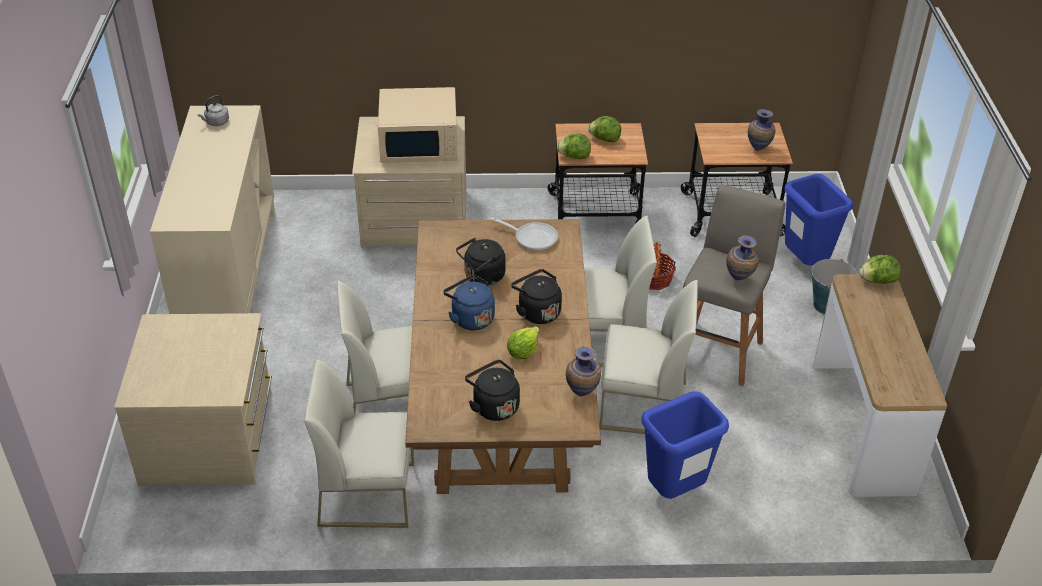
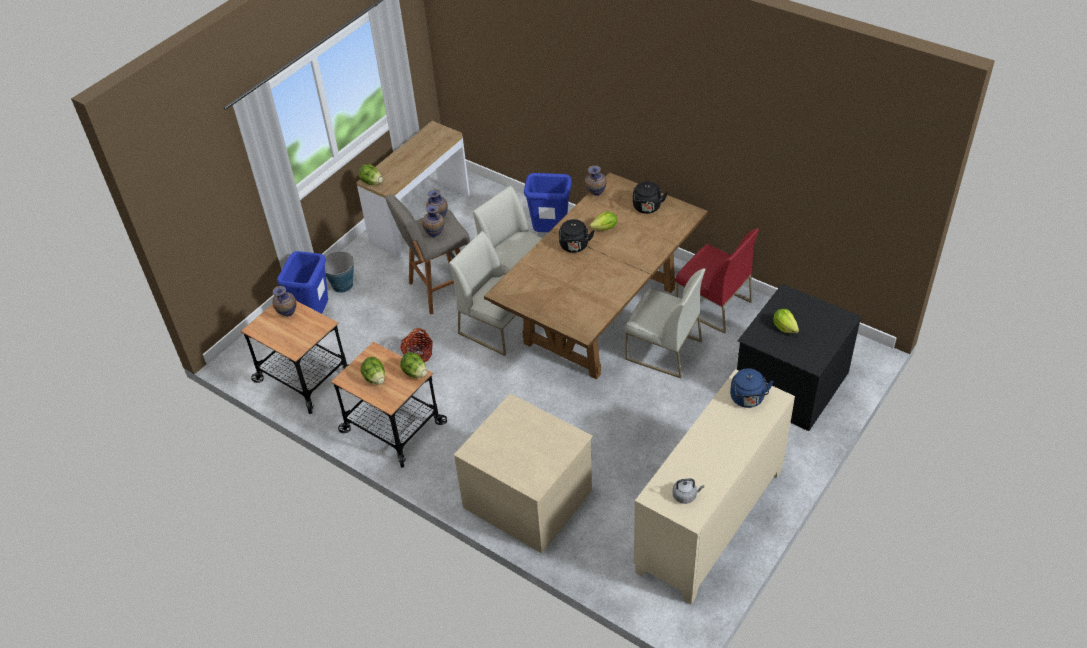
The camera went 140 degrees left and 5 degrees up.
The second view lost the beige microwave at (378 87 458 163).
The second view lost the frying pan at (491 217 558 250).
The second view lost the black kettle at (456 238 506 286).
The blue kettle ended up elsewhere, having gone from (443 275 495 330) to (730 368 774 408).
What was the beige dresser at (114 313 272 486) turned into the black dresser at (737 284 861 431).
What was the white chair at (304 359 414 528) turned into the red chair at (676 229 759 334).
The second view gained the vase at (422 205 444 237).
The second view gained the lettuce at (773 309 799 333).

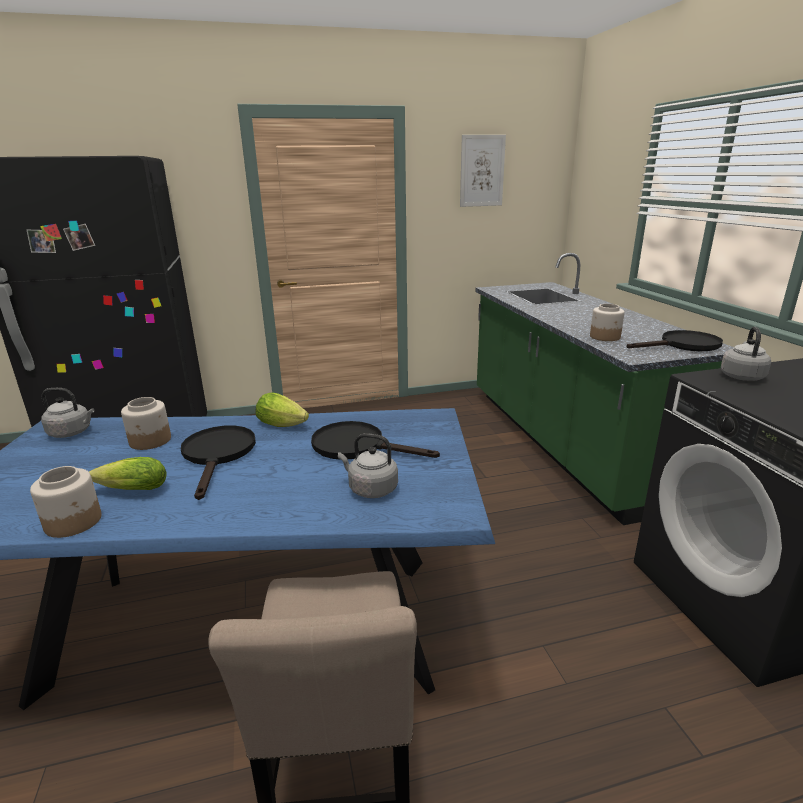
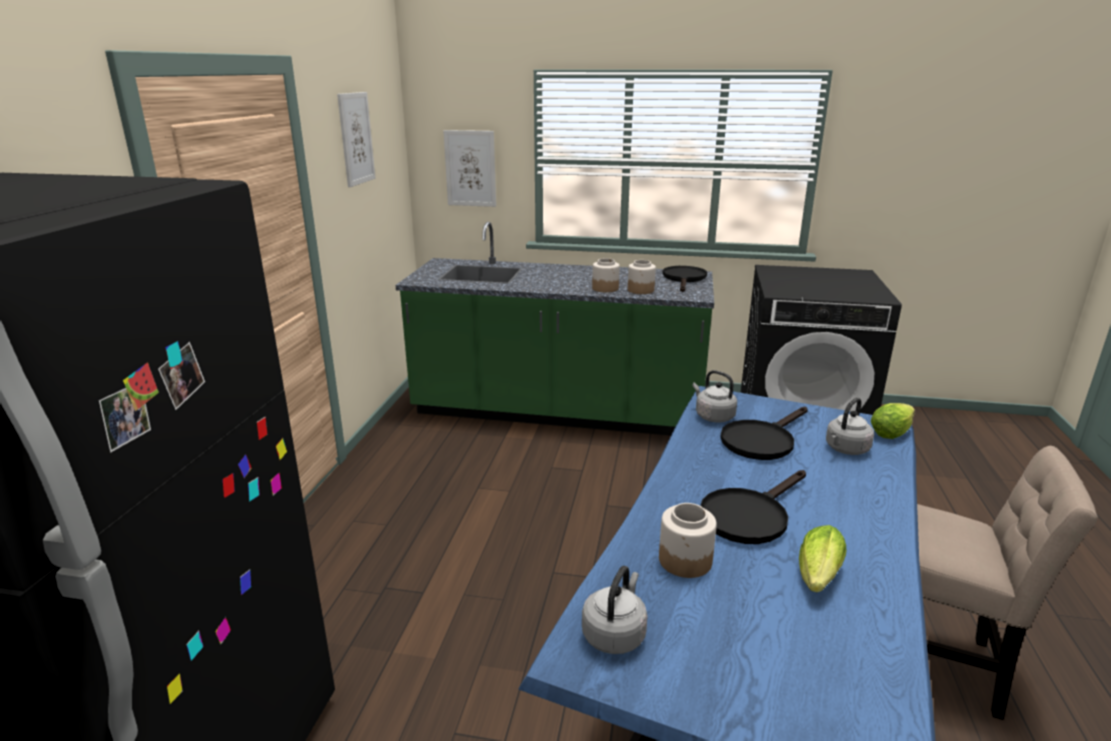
The camera went 65 degrees left and 0 degrees up.
The grey kettle ended up elsewhere, having gone from (721 327 771 381) to (692 370 737 422).
The lettuce ended up elsewhere, having gone from (256 392 309 427) to (871 403 915 439).
The black frying pan at (181 426 256 500) ended up facing another way, 60 degrees counterclockwise from before.
The jar ended up elsewhere, having gone from (30 466 102 538) to (592 258 620 292).
The second view gained the picture at (443 130 496 207).

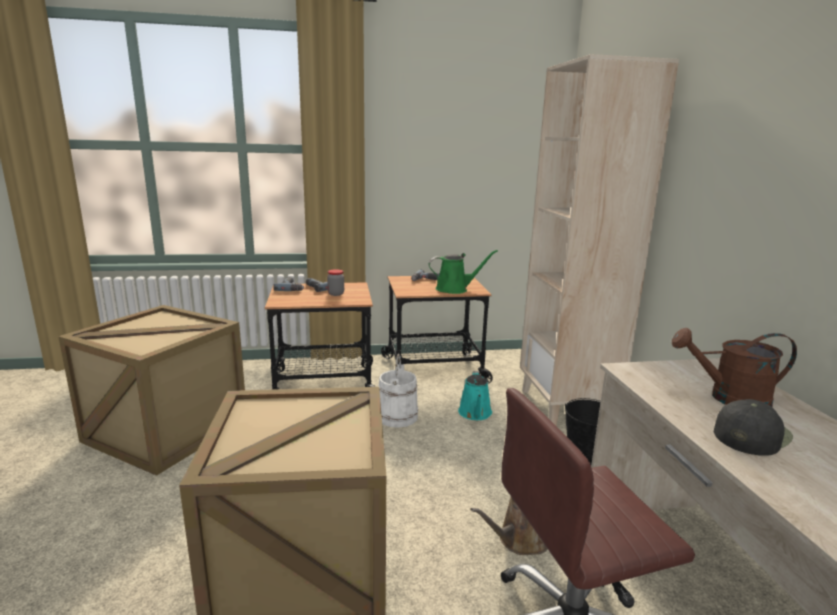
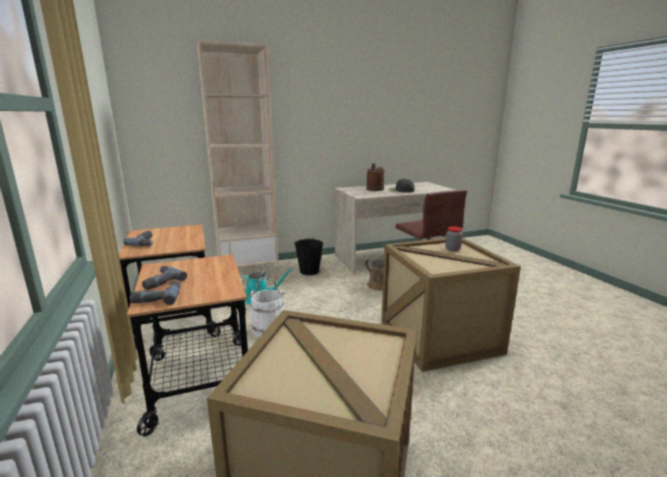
The camera went 100 degrees left and 0 degrees up.
The second view lost the green watering can at (429 250 498 294).
The jar ended up elsewhere, having gone from (327 269 344 296) to (445 227 463 251).

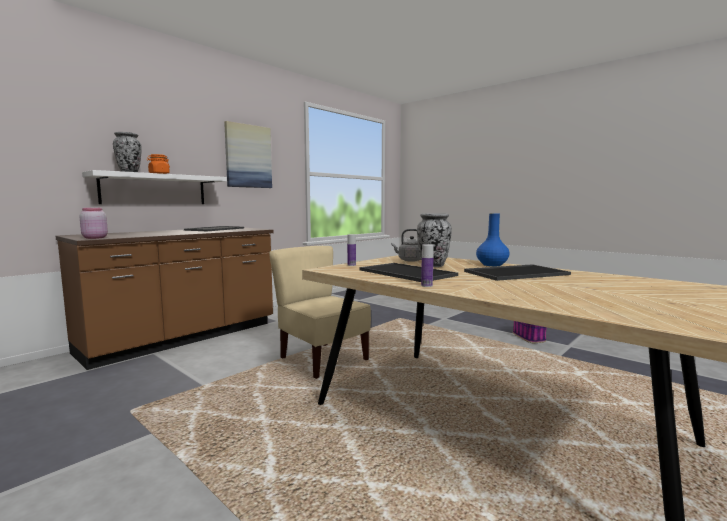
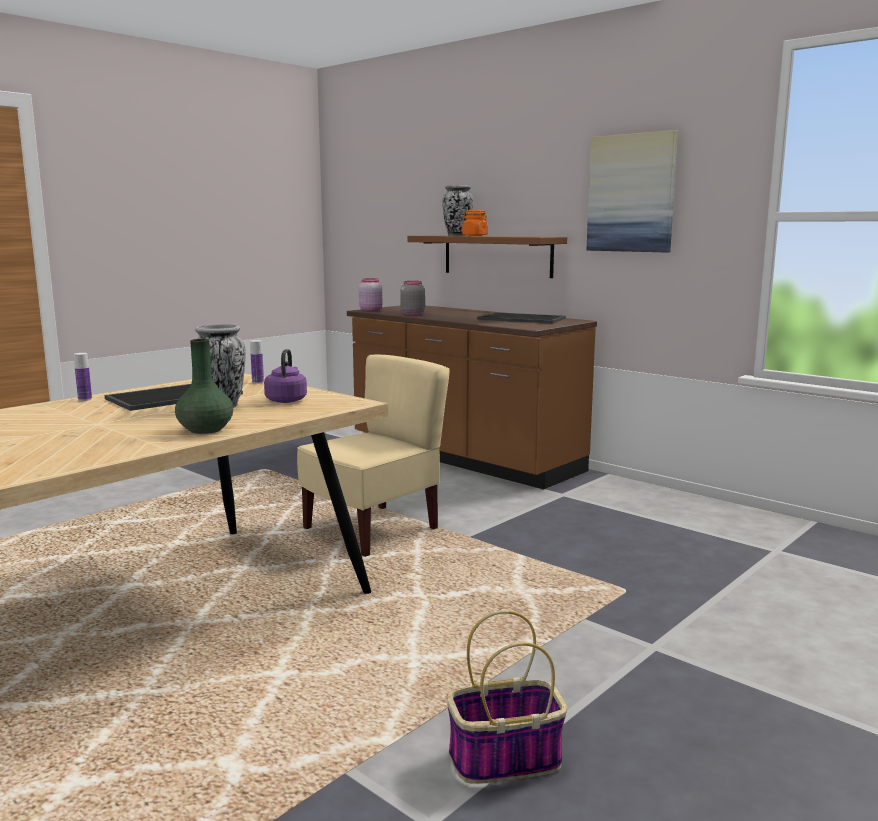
The camera went 90 degrees right and 5 degrees up.
What was the white shelf at (82 170 227 204) turned into the brown shelf at (407 235 567 278).
What was the blue vase at (476 213 510 266) turned into the green vase at (175 339 233 434).
What was the grey kettle at (391 229 421 262) turned into the purple kettle at (264 349 307 403).
The second view lost the tray at (464 264 571 281).
The second view gained the grey jar at (400 281 425 315).

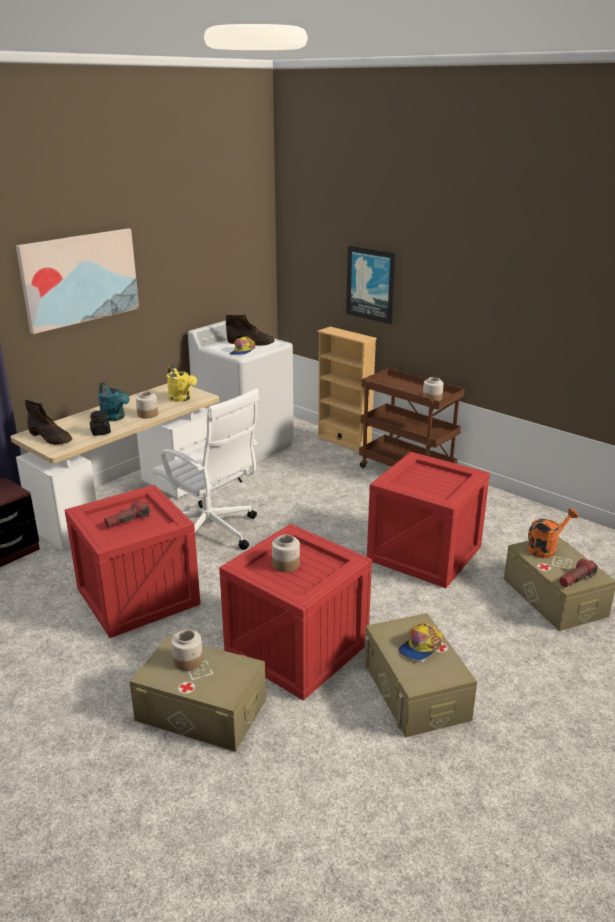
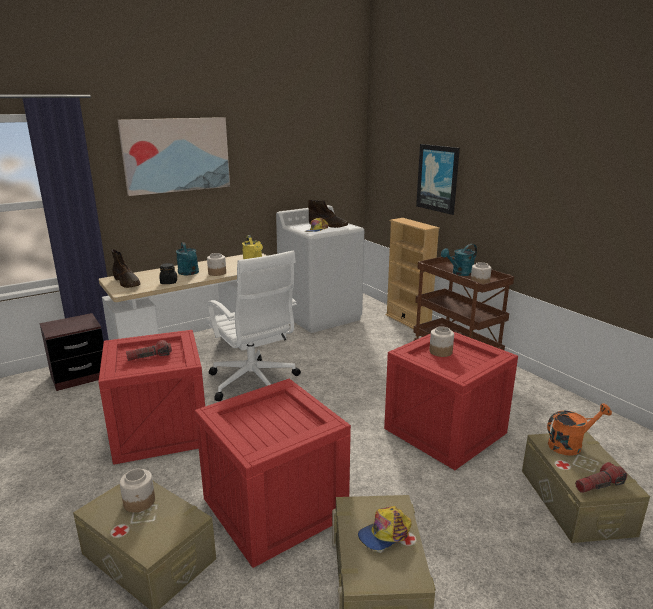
The camera went 15 degrees right and 5 degrees down.
The jar ended up elsewhere, having gone from (272 535 300 572) to (429 326 454 357).
The second view gained the turquoise watering can at (441 244 477 276).

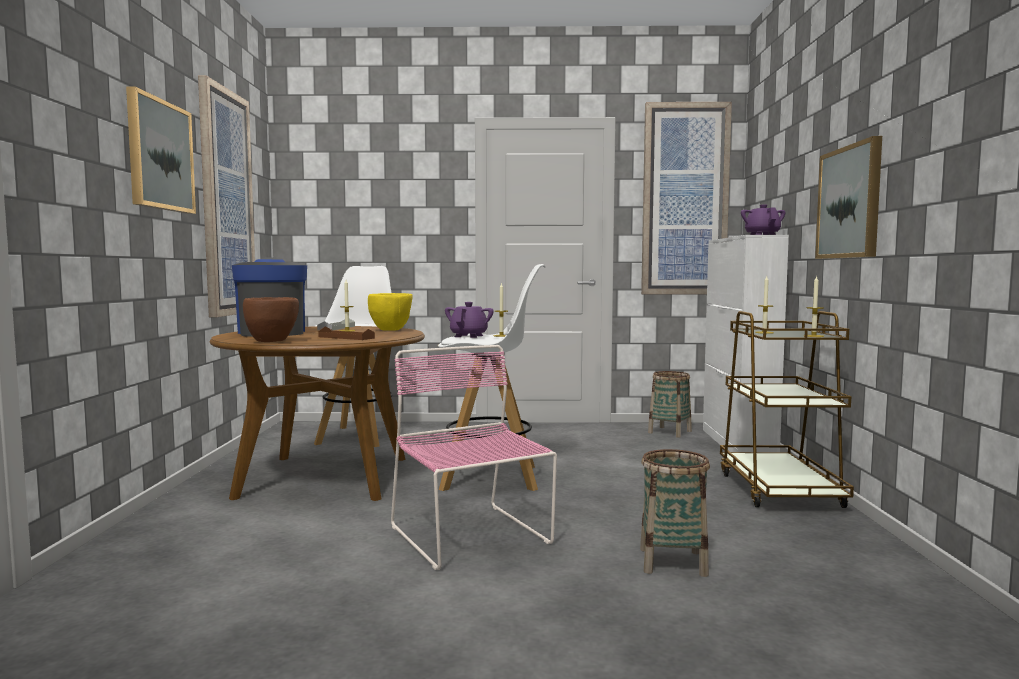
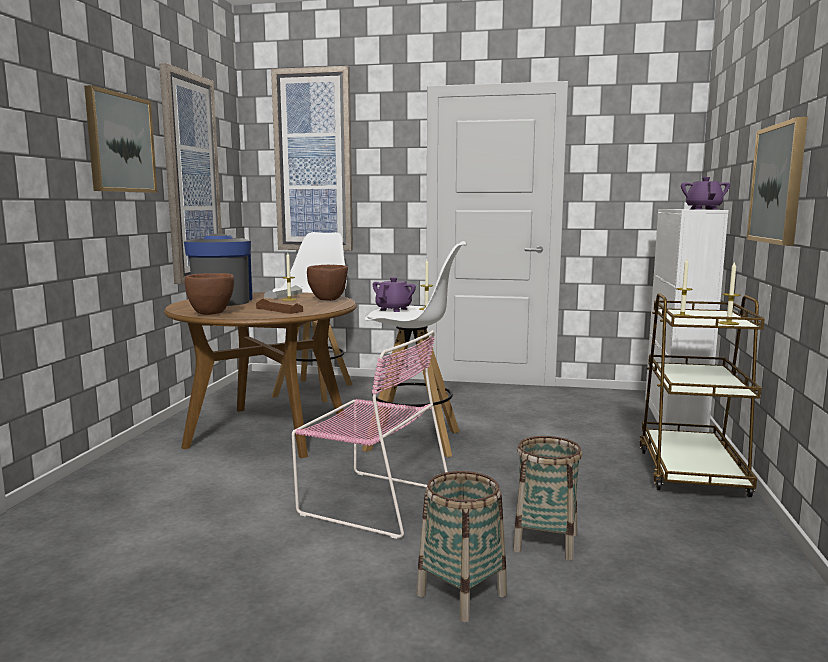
The camera went 10 degrees right and 5 degrees up.
The picture ended up elsewhere, having gone from (641 102 732 294) to (271 66 353 251).
What was the yellow bowl at (368 293 412 331) turned into the brown bowl at (307 265 348 301).
The pink chair at (391 345 557 570) ended up facing another way, 135 degrees clockwise from before.
The basket ended up elsewhere, having gone from (648 371 692 438) to (416 471 507 622).

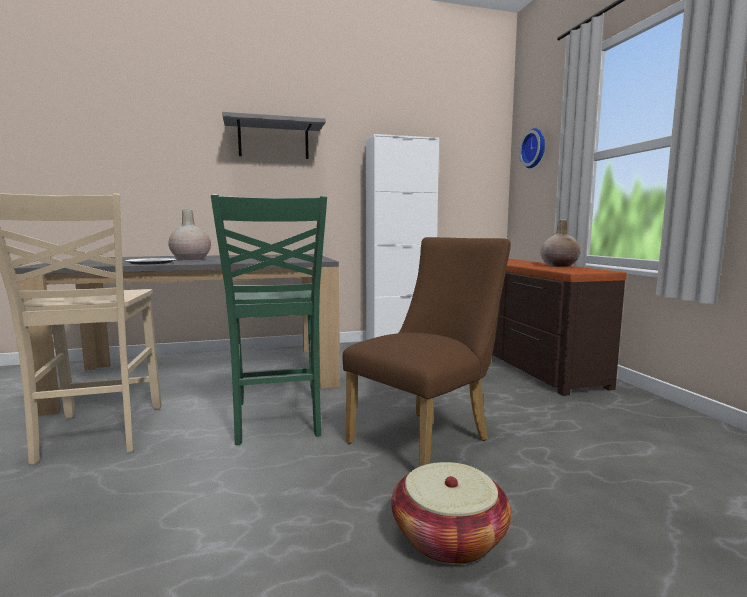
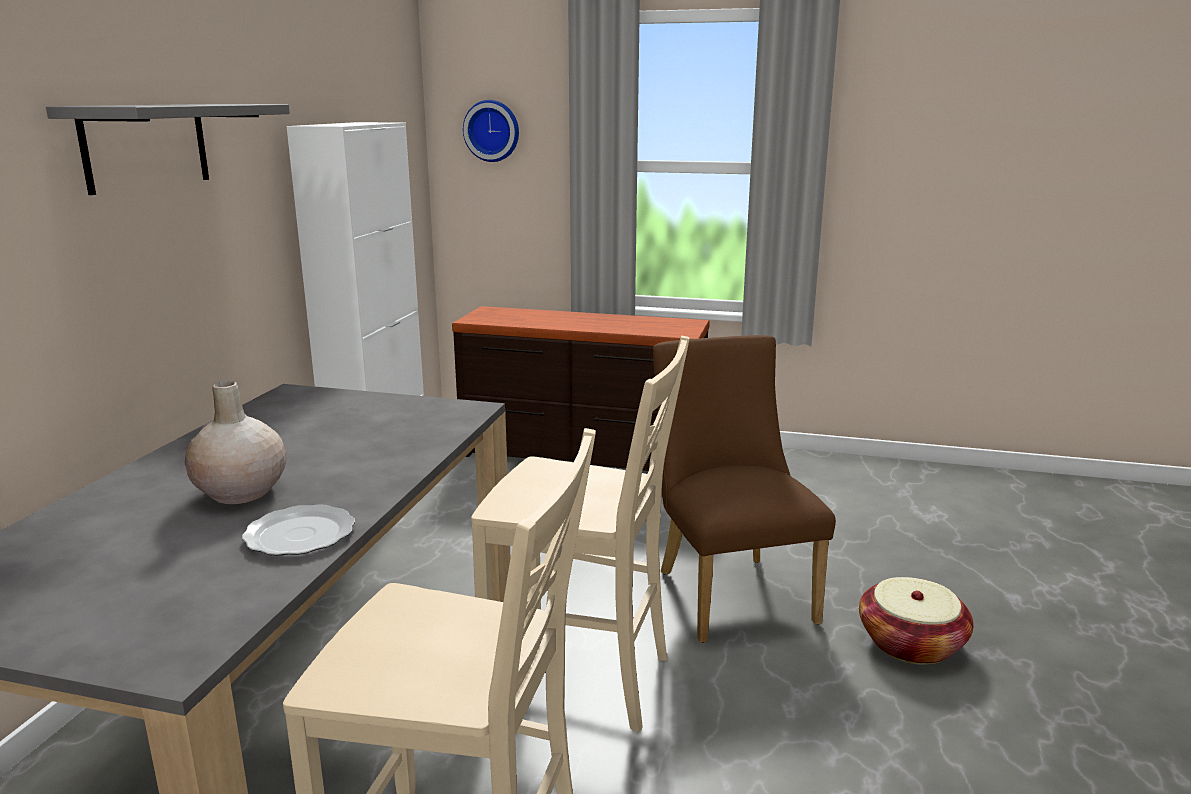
The camera went 60 degrees left and 10 degrees up.
What was the green chair at (211 194 327 445) turned into the beige chair at (471 336 689 732).
The second view lost the beige vase at (540 220 581 267).

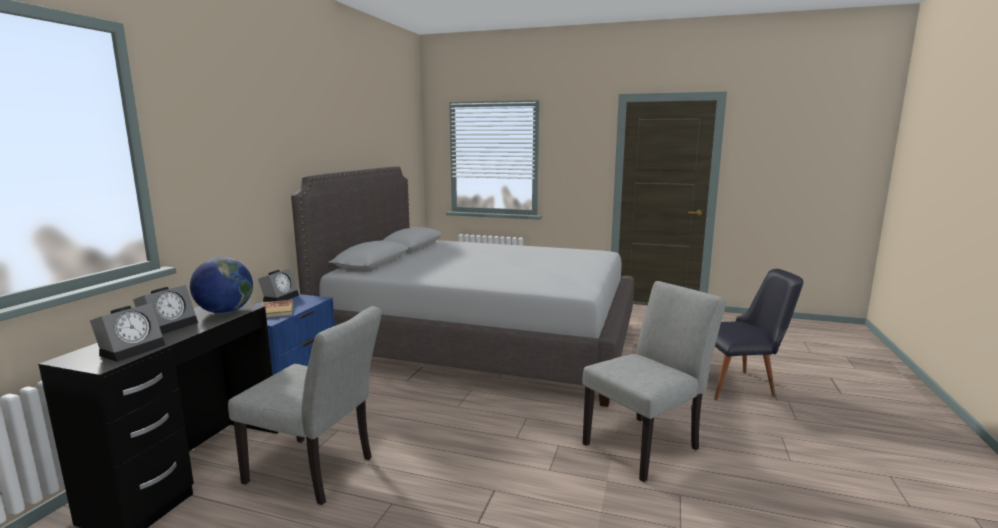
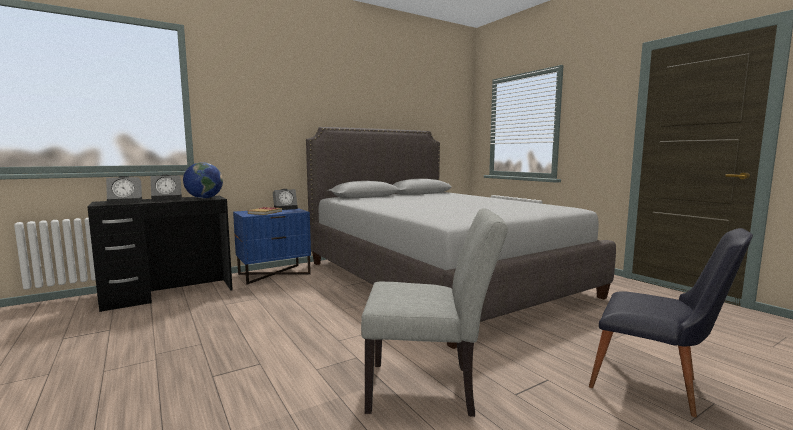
The camera went 40 degrees right and 5 degrees down.
The second view lost the grey chair at (228 306 381 505).

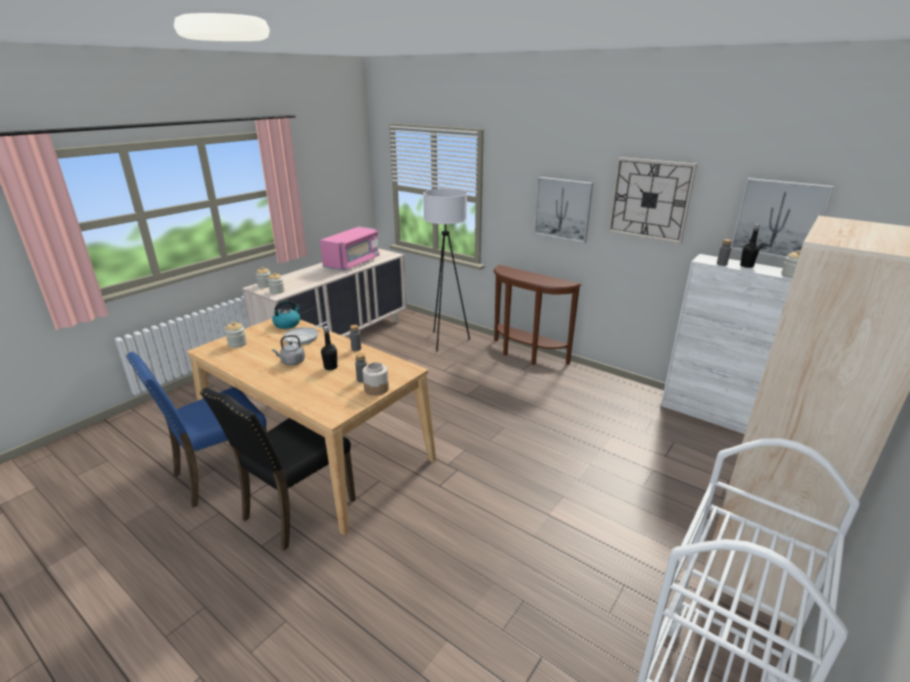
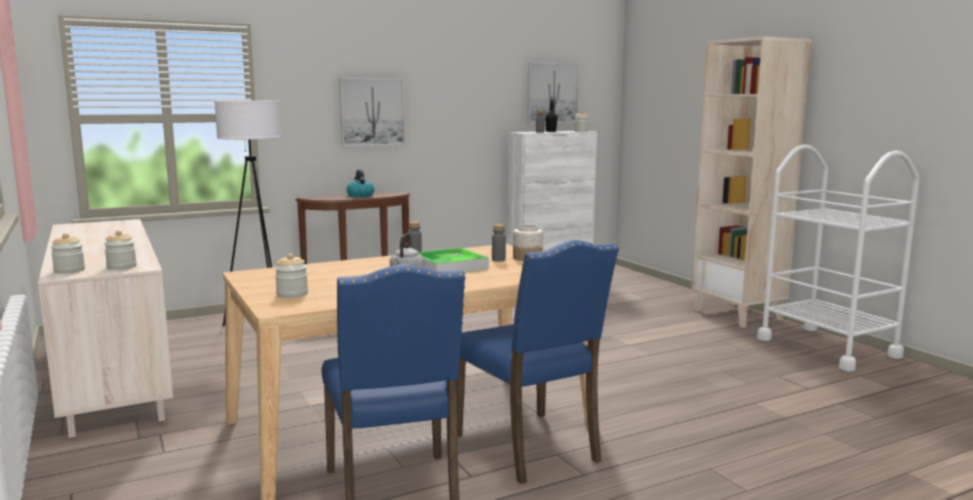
The camera went 65 degrees left and 15 degrees down.
The second view lost the wall clock at (608 157 697 244).
The second view lost the pink microwave at (320 226 380 270).
The kettle ended up elsewhere, having gone from (272 300 301 329) to (346 170 374 197).
The second view lost the frying pan at (283 321 328 345).
Where the black bottle stood at (321 326 337 370), the tray came to stand at (418 247 489 272).
What was the black chair at (200 387 356 550) turned into the blue chair at (457 240 619 484).

